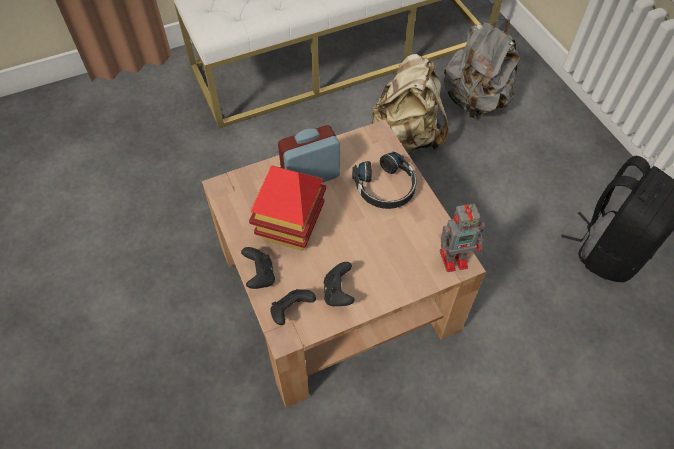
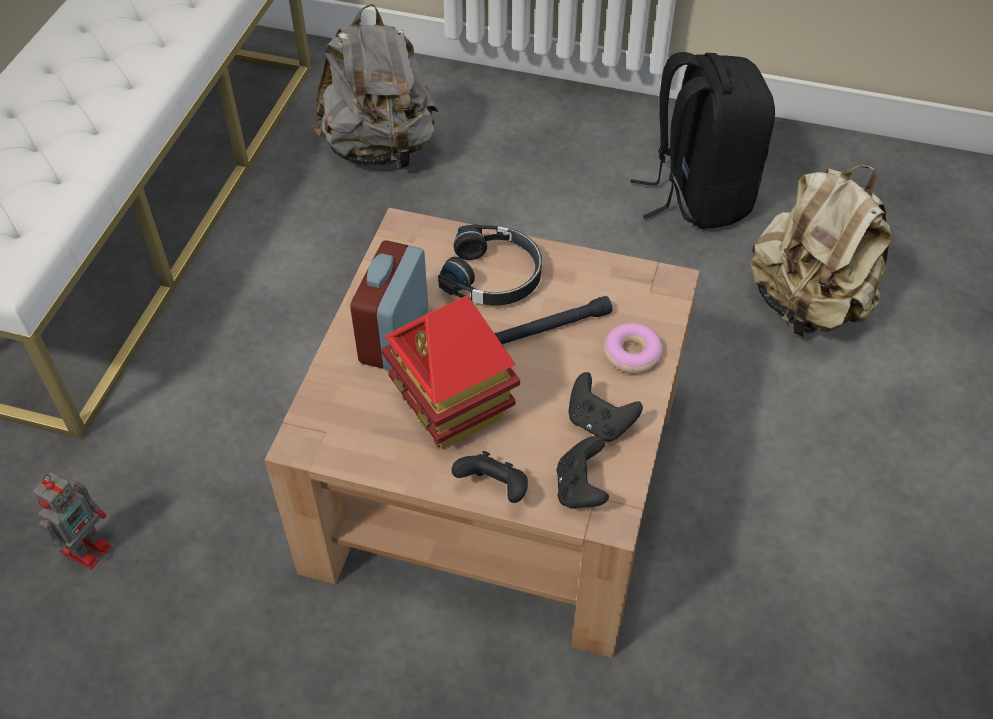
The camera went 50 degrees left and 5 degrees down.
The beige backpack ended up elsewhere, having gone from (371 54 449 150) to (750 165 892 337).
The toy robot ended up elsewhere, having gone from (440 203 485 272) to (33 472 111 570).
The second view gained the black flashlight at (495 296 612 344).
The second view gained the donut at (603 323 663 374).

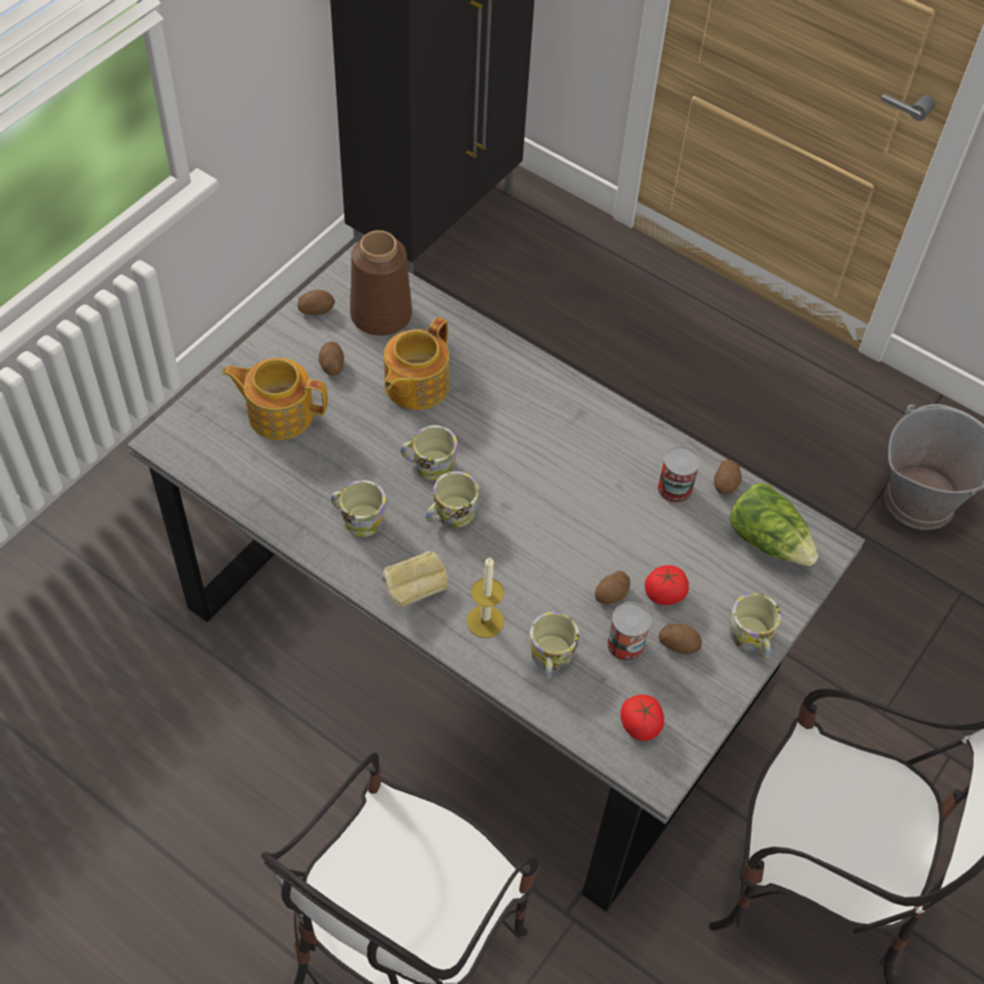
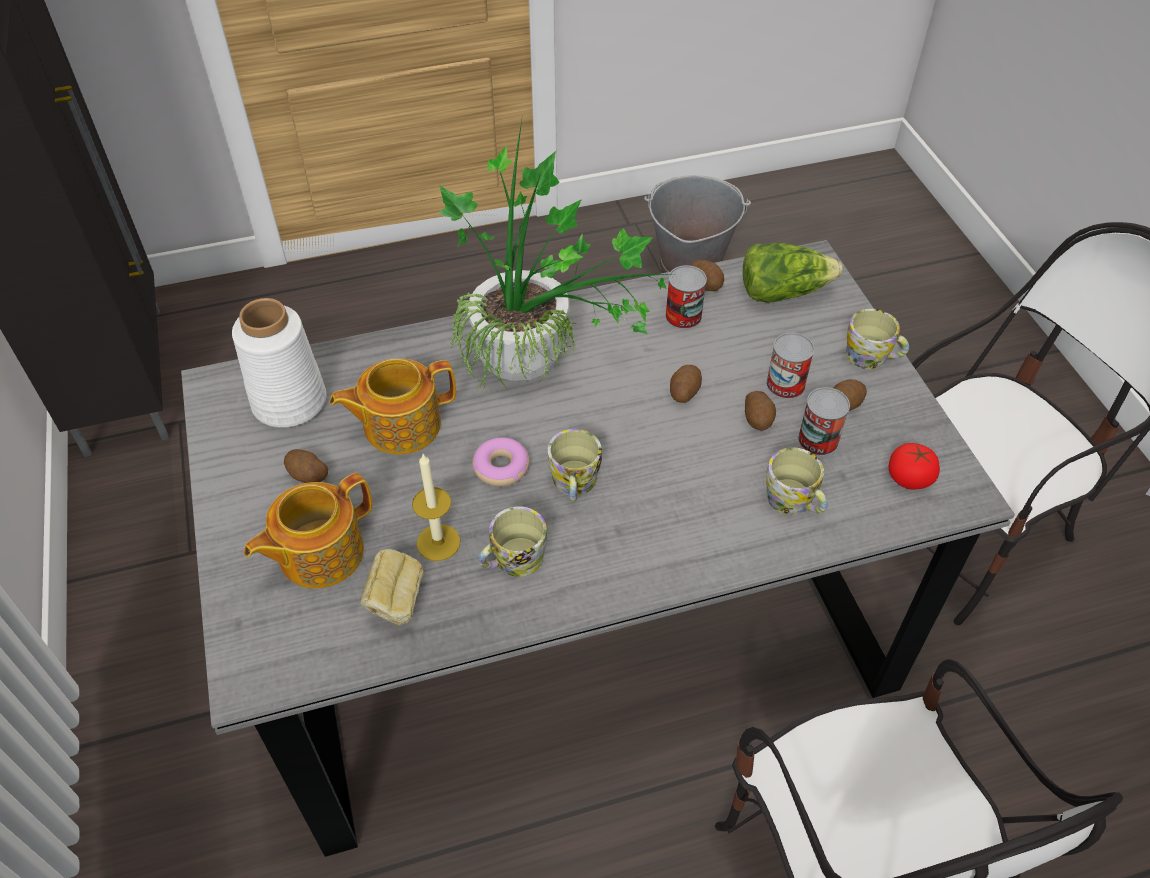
The camera went 50 degrees left and 5 degrees down.
What was the brown vase at (350 230 412 336) turned into the white vase at (232 298 326 428).
The potato ended up elsewhere, having gone from (297 290 335 315) to (670 365 702 403).
The teapot at (384 317 449 410) ended up facing another way, 90 degrees clockwise from before.
Where the mug stood at (400 425 458 480), the donut came to stand at (472 437 530 486).
The bread ended up elsewhere, having gone from (382 551 448 607) to (361 549 424 625).
The candle ended up elsewhere, having gone from (467 557 504 638) to (412 454 460 561).
Where the tomato stood at (645 565 689 605), the can came to stand at (766 333 815 399).
The second view gained the potted plant at (439 114 670 390).

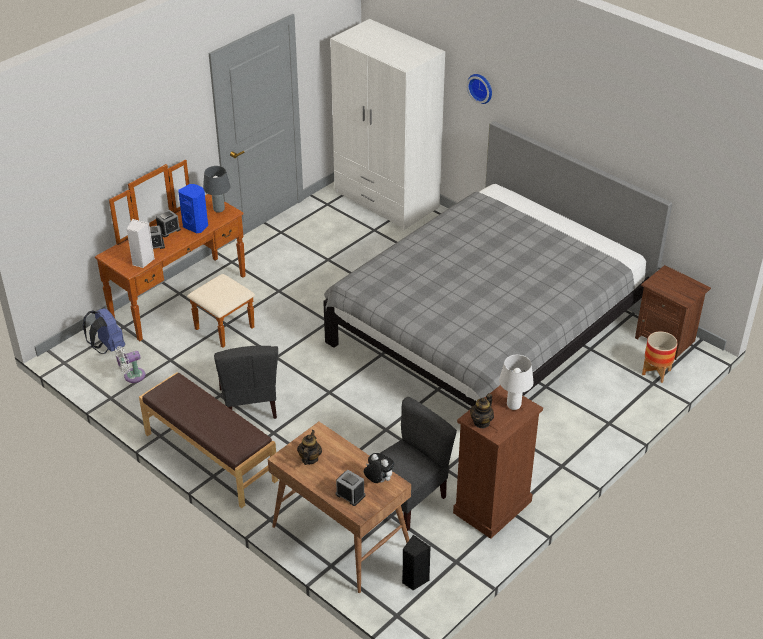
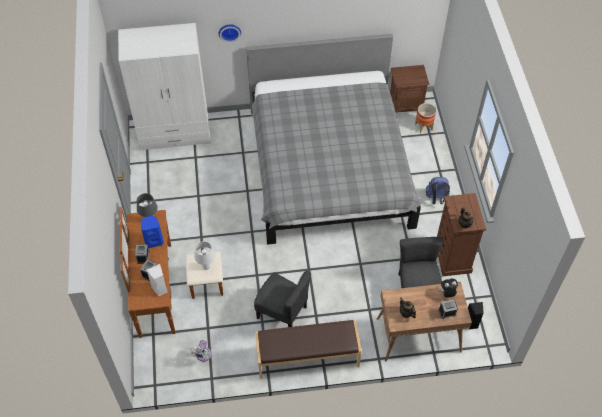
The camera went 50 degrees left and 15 degrees up.
The blue backpack ended up elsewhere, having gone from (83 308 125 354) to (426 177 450 204).
The white table lamp ended up elsewhere, having gone from (499 355 533 410) to (194 241 215 270).

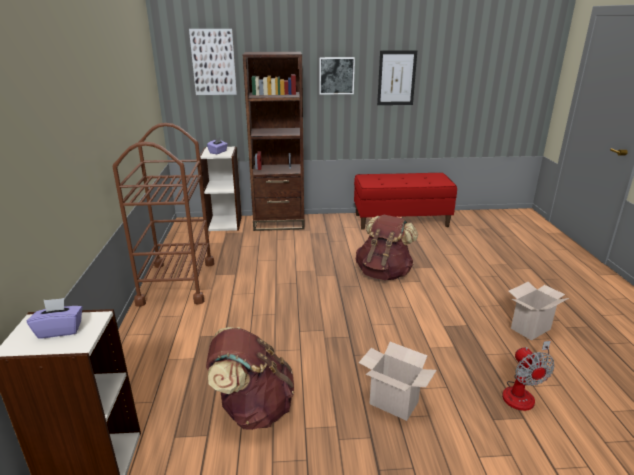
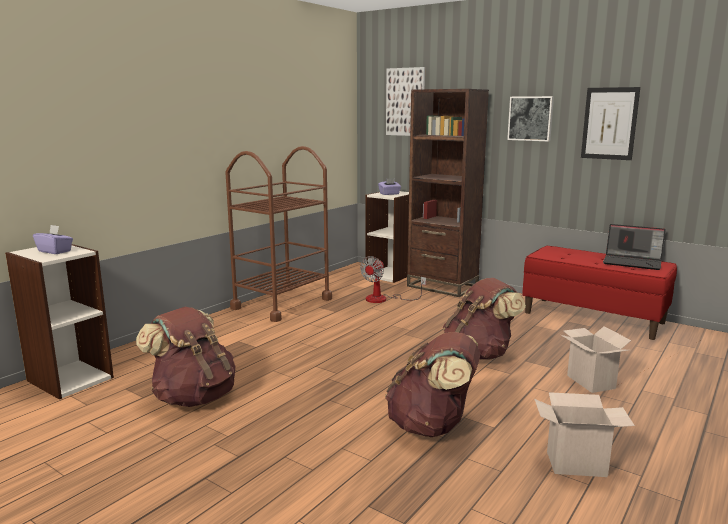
The camera went 40 degrees right and 10 degrees down.
The fan ended up elsewhere, having gone from (502 341 554 411) to (360 256 426 303).
The cardboard box ended up elsewhere, having gone from (359 342 437 421) to (561 326 631 393).
The second view gained the laptop at (603 224 666 270).
The second view gained the brown backpack at (385 332 480 437).

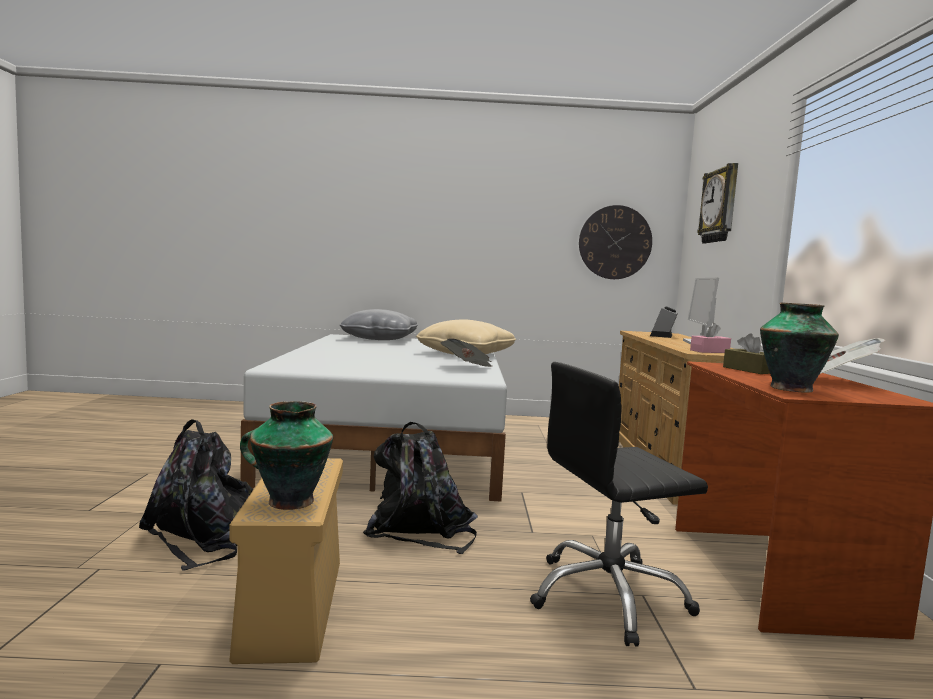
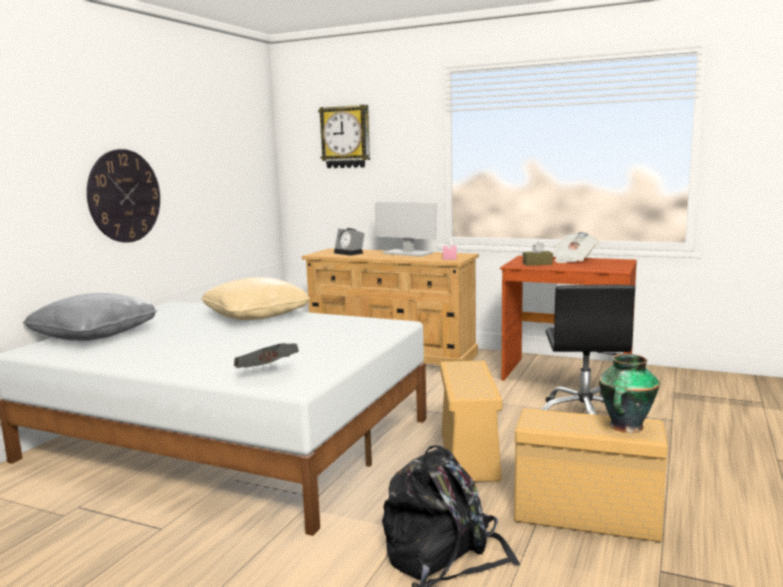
The camera went 65 degrees left and 5 degrees up.
The wall clock ended up elsewhere, having gone from (579 205 652 279) to (87 149 160 243).
The second view lost the vase at (760 303 839 393).
The newspaper ended up elsewhere, having gone from (440 338 492 367) to (234 343 299 368).
Where the black backpack stood at (363 422 478 554), the beige storage box came to stand at (440 361 502 482).

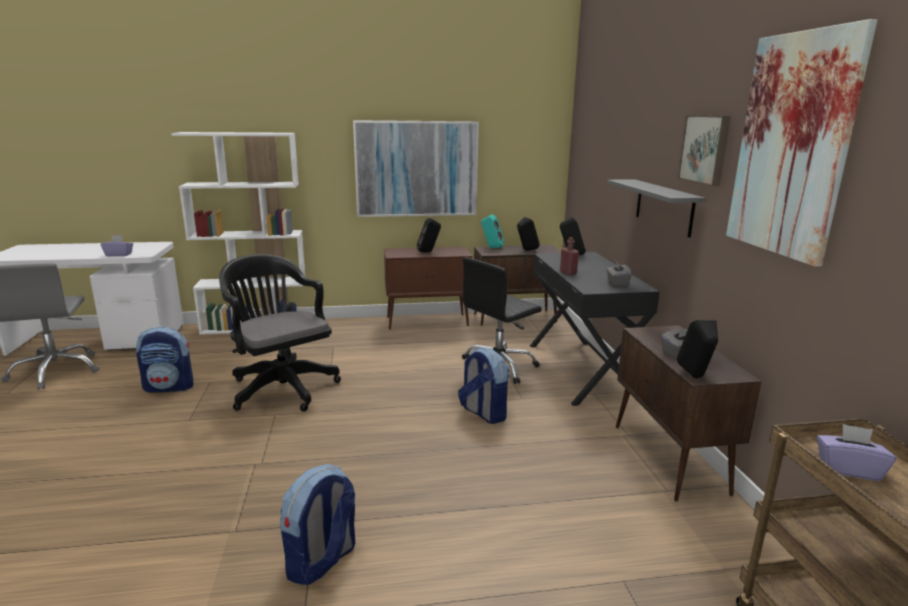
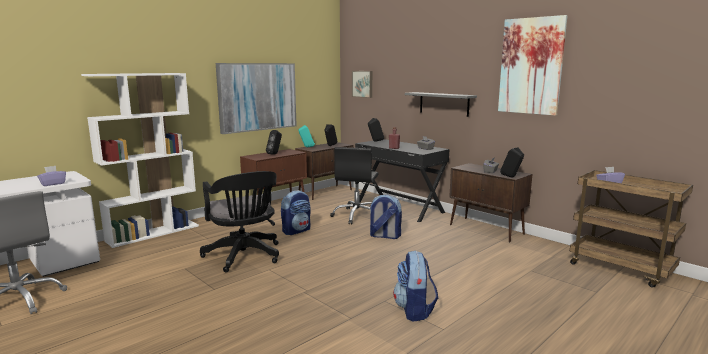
The camera went 35 degrees left and 5 degrees down.
The picture ended up elsewhere, having gone from (677 115 731 186) to (352 71 372 98).
The black office chair at (219 254 341 412) ended up facing another way, 135 degrees counterclockwise from before.
The backpack ended up elsewhere, having gone from (136 326 194 392) to (281 190 311 235).

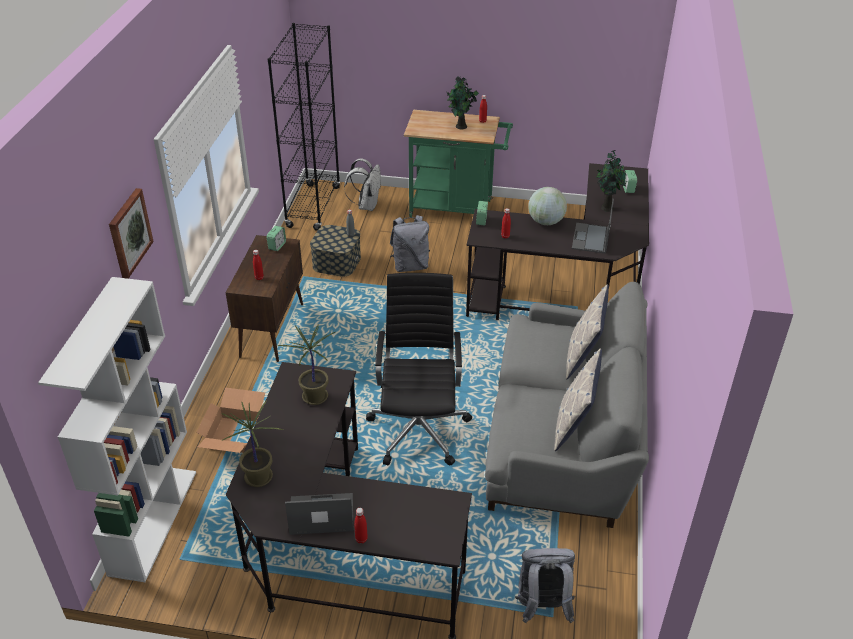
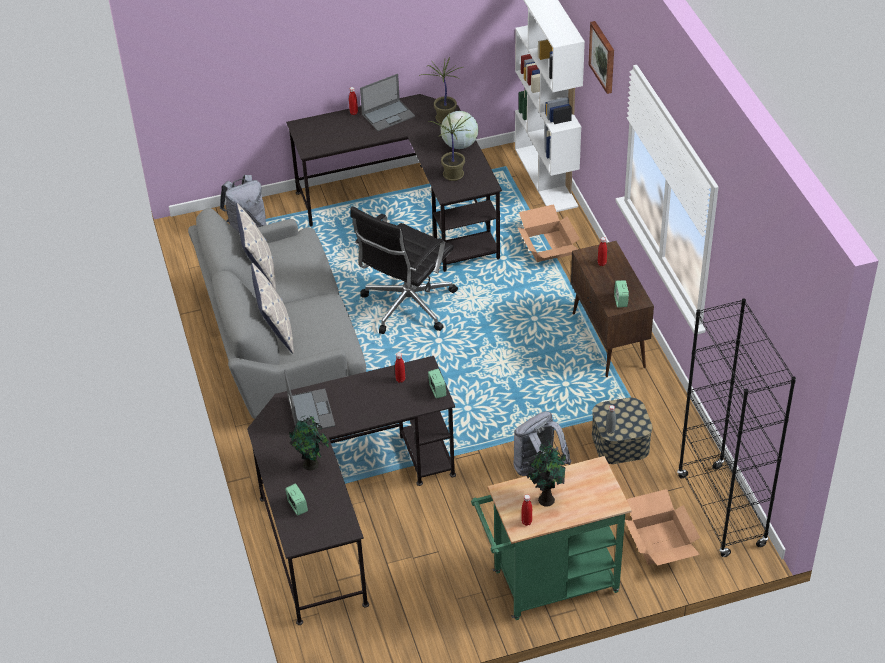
The camera went 155 degrees right and 5 degrees up.
Where the white backpack stood at (344 158 381 211), the cardboard box came to stand at (625 489 700 566).
The globe ended up elsewhere, having gone from (529 187 567 225) to (441 111 479 149).
The black office chair at (366 273 472 466) ended up facing another way, 60 degrees clockwise from before.

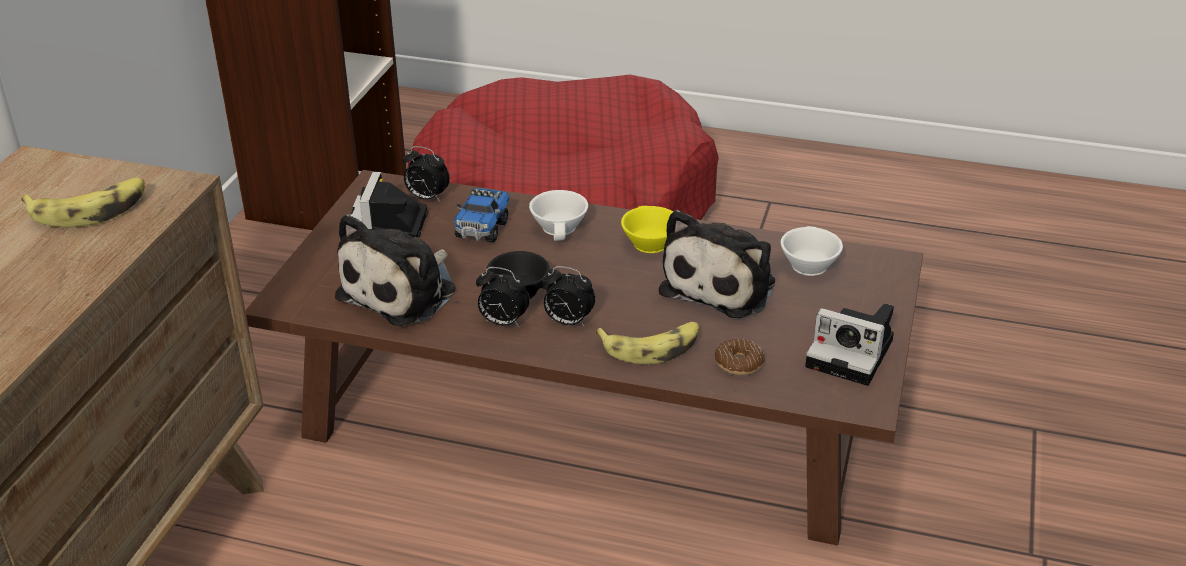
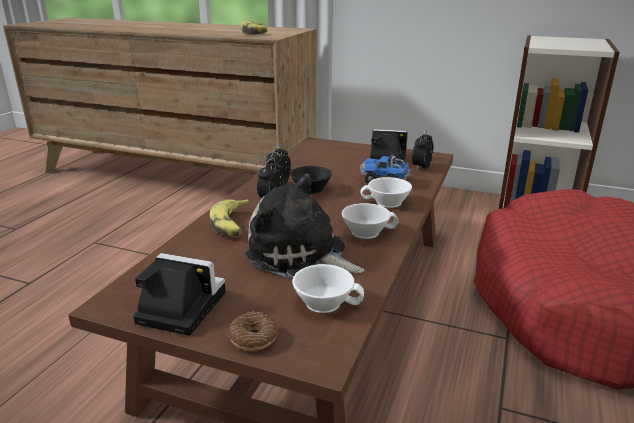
The camera went 95 degrees right and 10 degrees down.
What was the yellow cup at (621 206 673 253) turned into the white cup at (342 203 398 239).
The second view lost the plush toy at (335 214 456 326).
The photo camera at (805 303 894 386) ended up facing another way, 75 degrees clockwise from before.
The donut ended up elsewhere, having gone from (714 338 764 376) to (228 312 278 351).

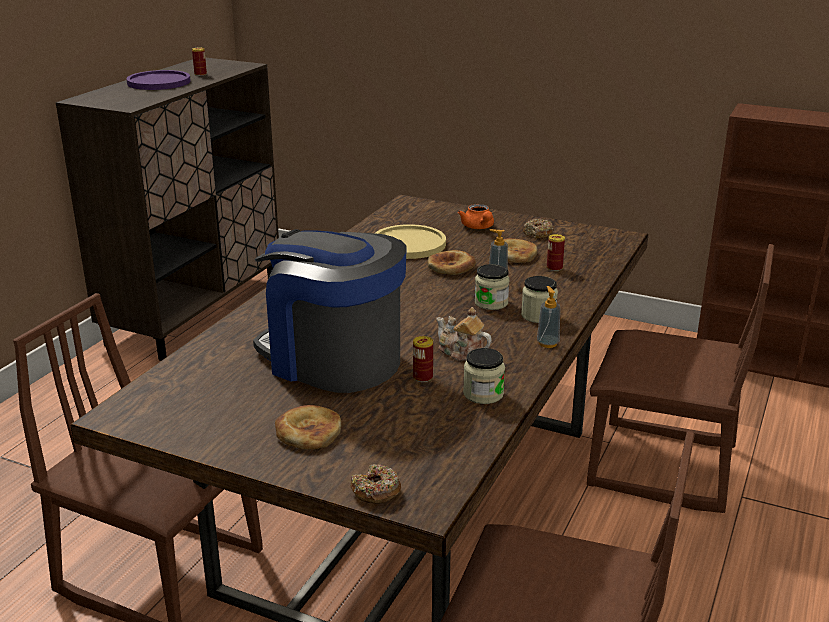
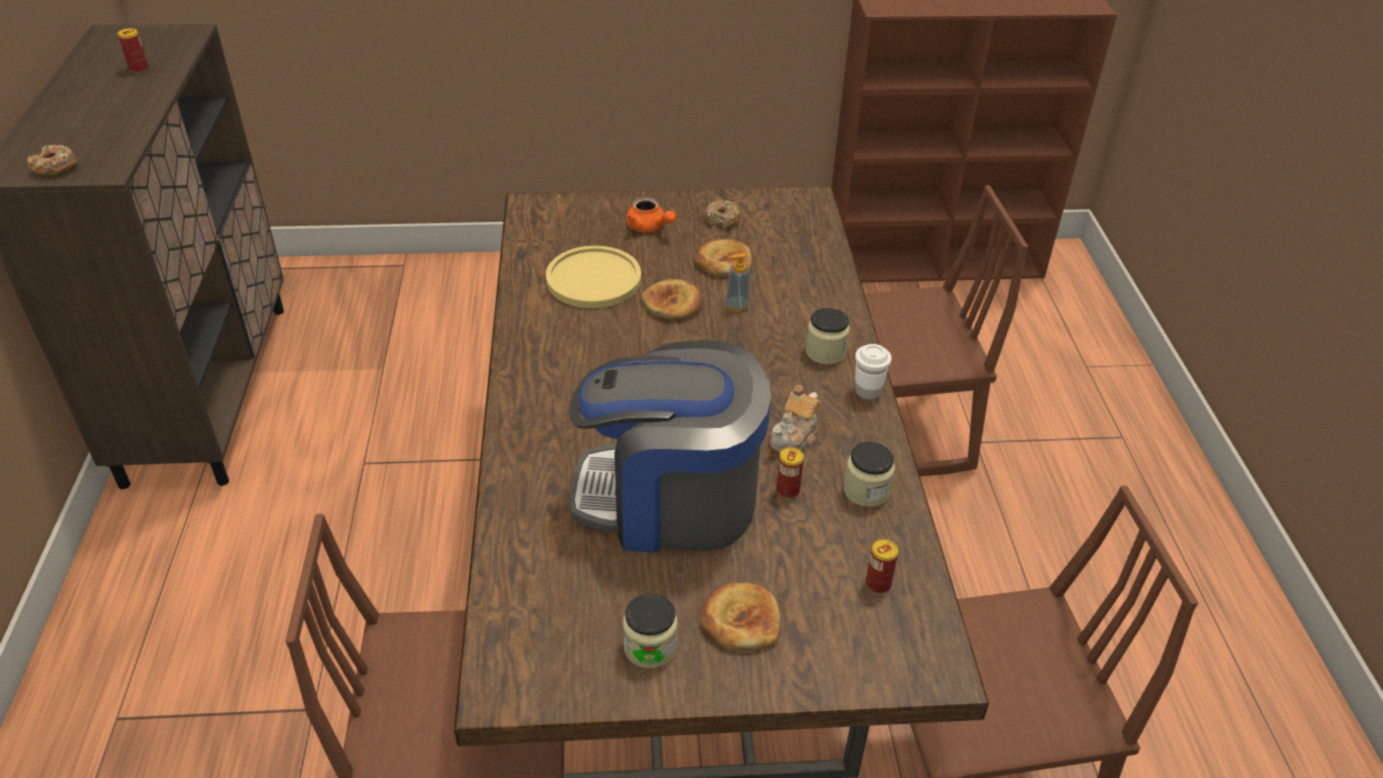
The camera went 30 degrees left and 15 degrees up.
The second view lost the purple plate at (126 70 191 90).
The can ended up elsewhere, having gone from (547 234 565 271) to (866 539 899 593).
The jar ended up elsewhere, having gone from (474 264 509 310) to (623 593 678 669).
Where the soap dispenser stood at (537 286 560 348), the white cup came to stand at (855 344 892 400).
The teapot at (436 307 492 361) ended up facing another way, 60 degrees counterclockwise from before.
The donut ended up elsewhere, having gone from (350 464 401 504) to (27 145 78 177).

